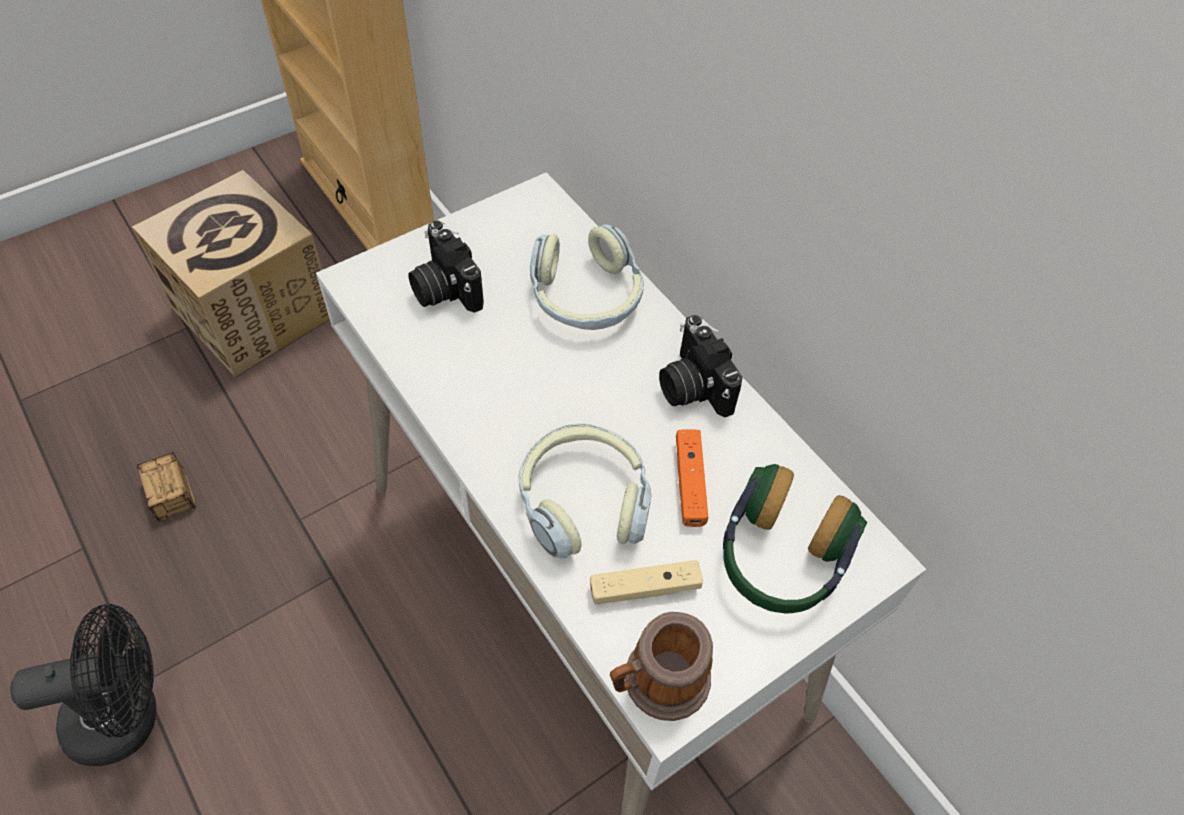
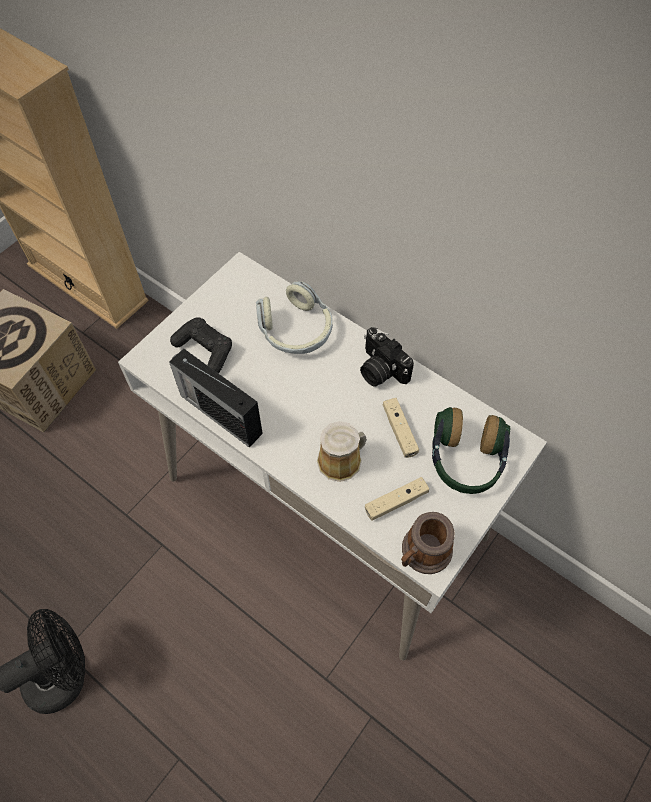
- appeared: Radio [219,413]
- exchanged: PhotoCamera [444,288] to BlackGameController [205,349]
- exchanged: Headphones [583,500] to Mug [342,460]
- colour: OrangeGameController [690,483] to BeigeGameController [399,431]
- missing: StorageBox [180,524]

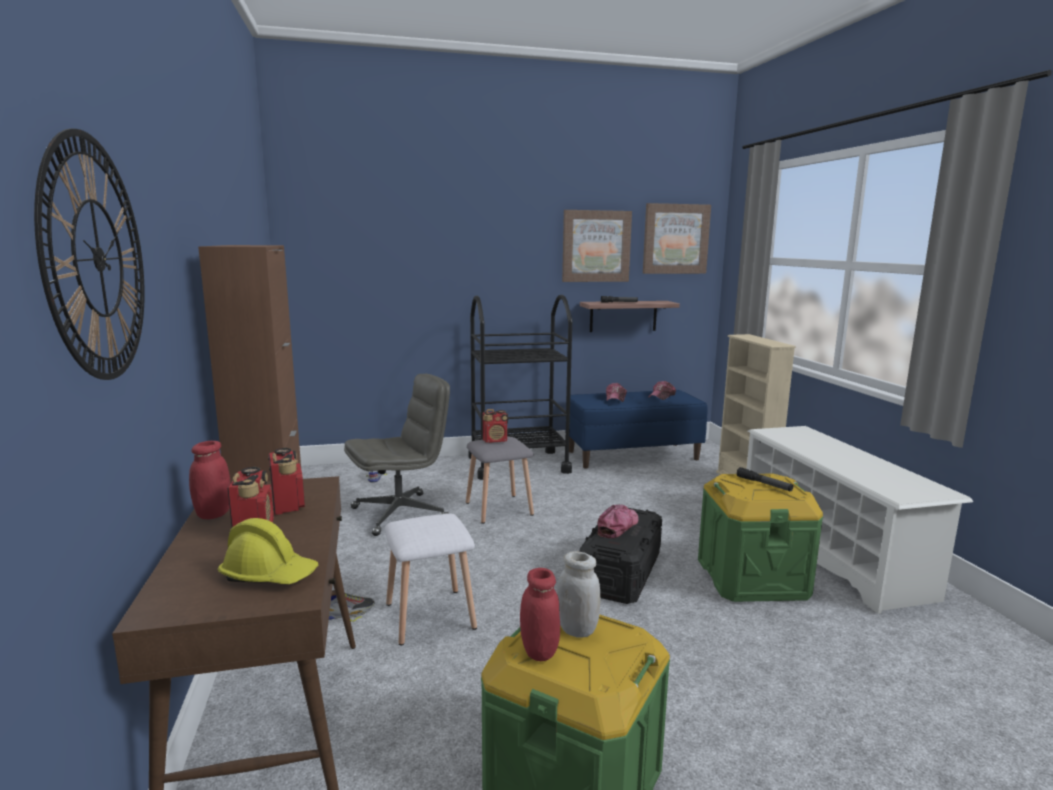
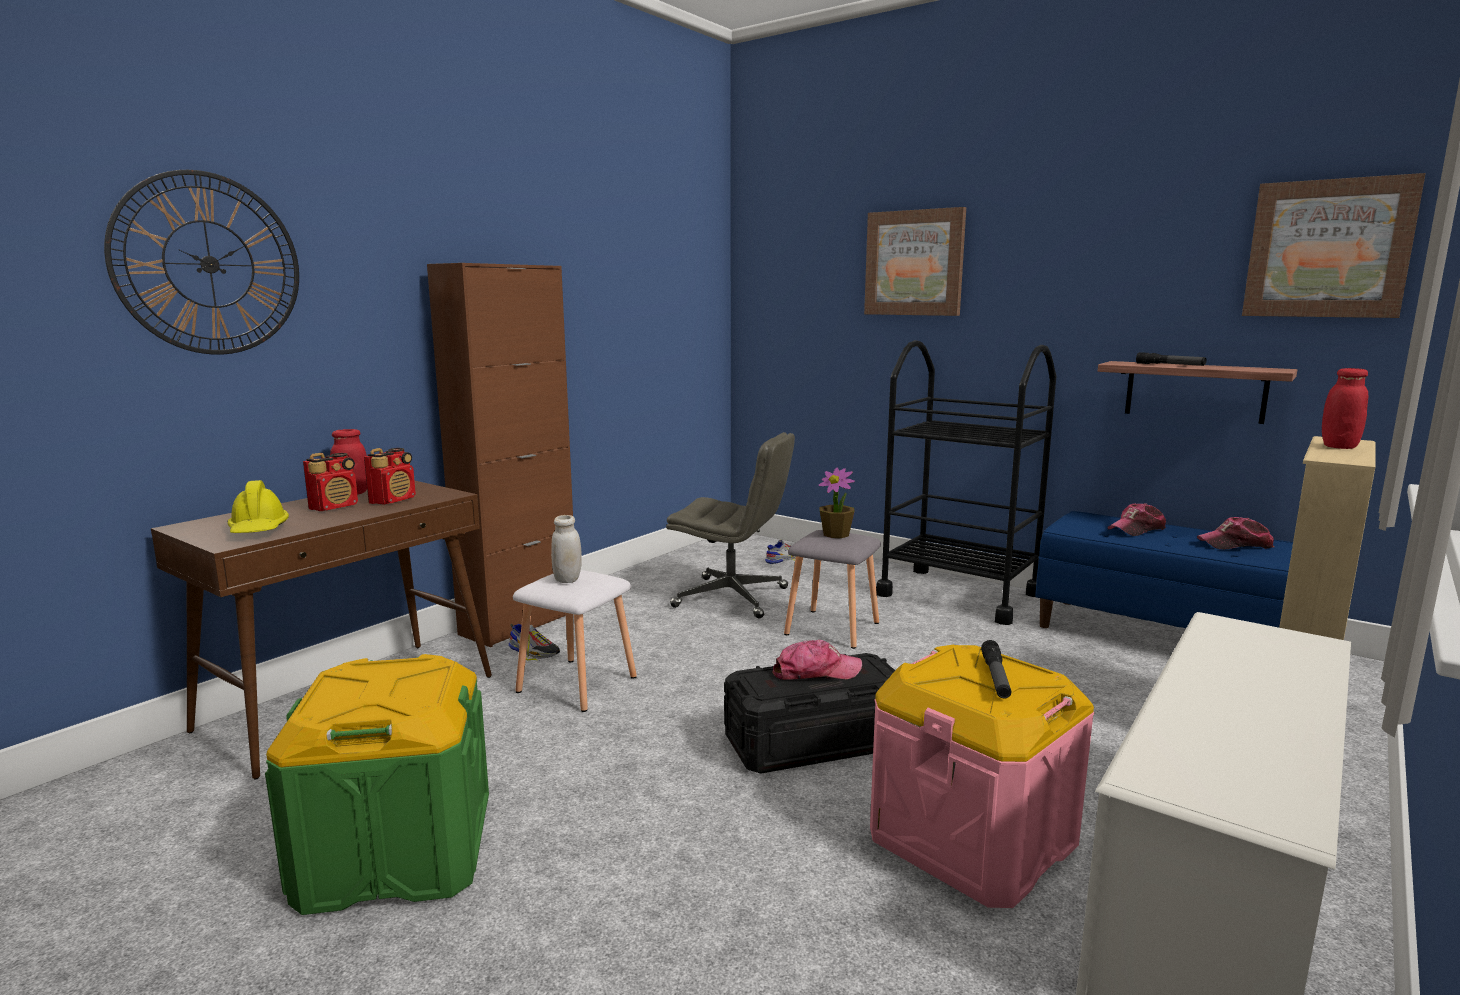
- relocated: WhiteJar [577,630] to [567,579]
- exchanged: Radio [495,440] to PottedPlant [836,534]
- relocated: Picture [596,246] to [914,263]
- colour: GreenStorageBox [751,578] to PinkStorageBox [972,839]
- relocated: RedJar [539,651] to [1339,447]

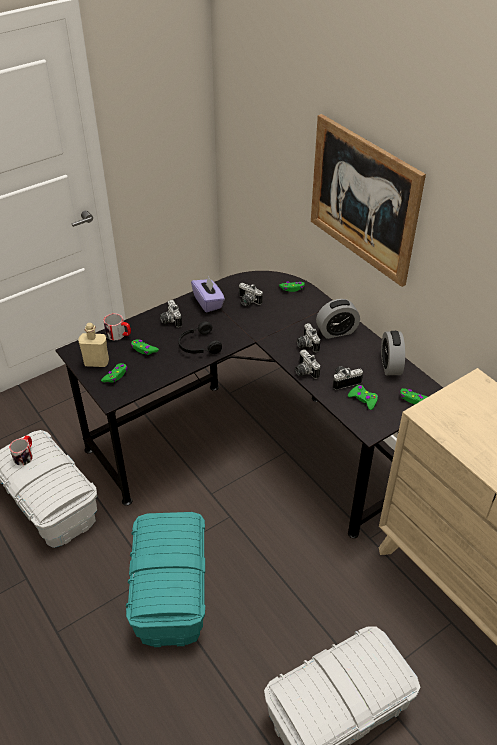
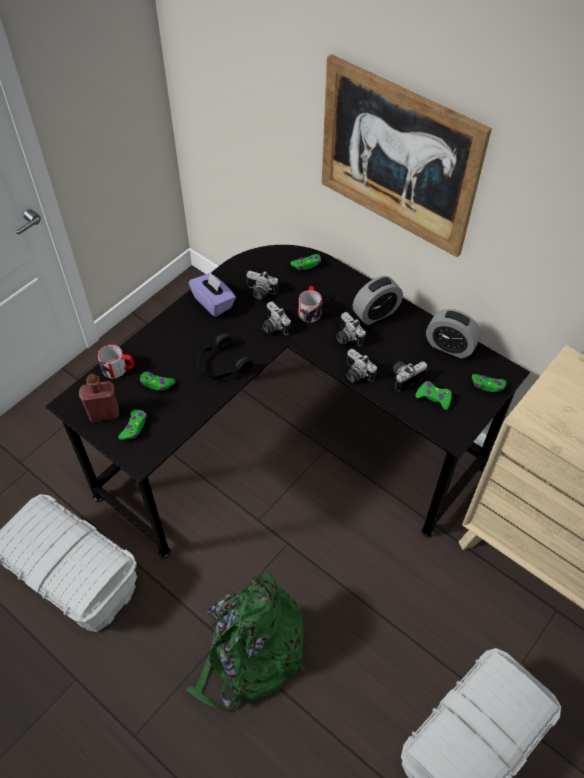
- colour: BeigeBottle [96,362] to RedBottle [104,414]
- exchanged: TurquoiseStorageBox [170,592] to GreenBackpack [249,653]
- relocated: PhotoCamera [170,320] to [273,326]
- relocated: Mug [25,455] to [310,310]
- spun: AlarmClock [390,365] = [449,346] 45 degrees counterclockwise

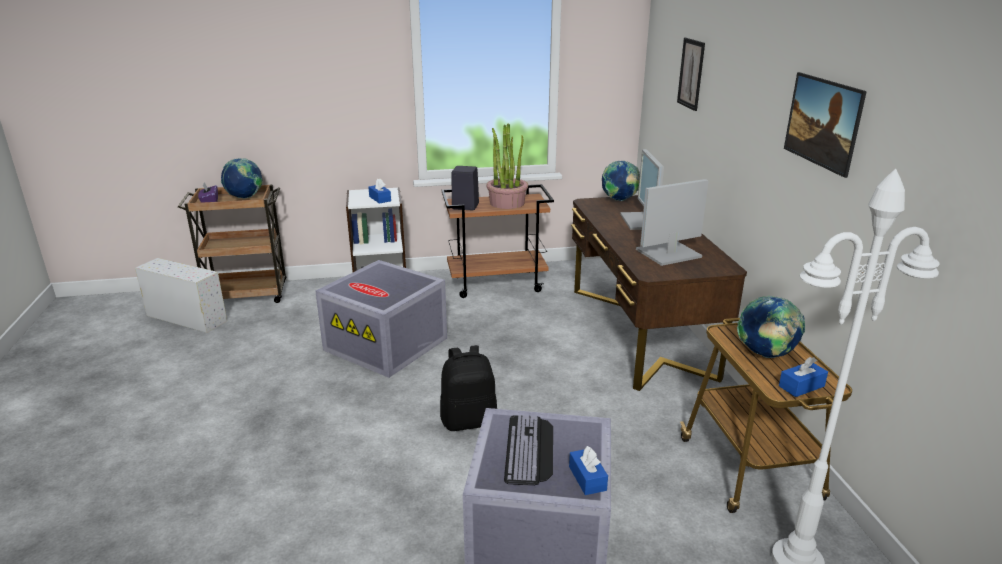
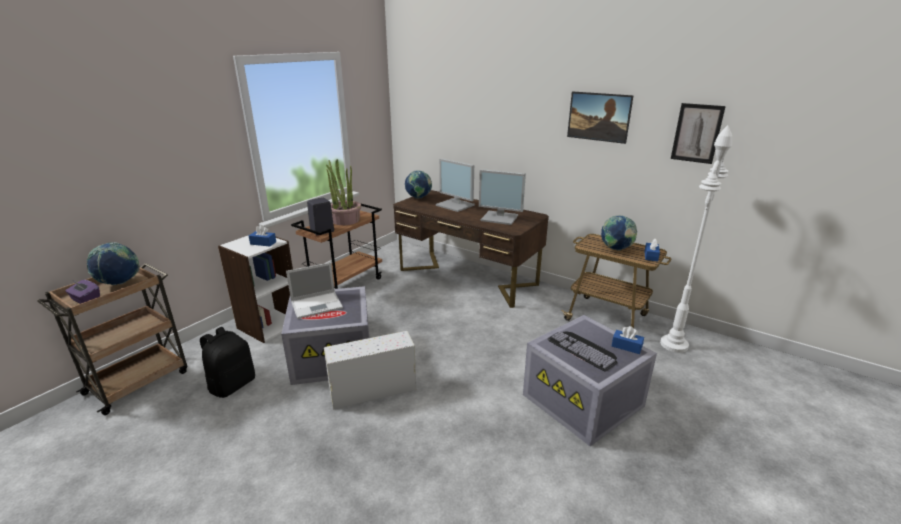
- relocated: BlackBackpack [469,420] to [232,384]
- appeared: Laptop [317,304]
- relocated: WhiteStorageBox [185,318] to [371,391]
- spun: Monitor [668,254] = [500,218] 90 degrees counterclockwise
- relocated: Picture [691,73] to [697,133]

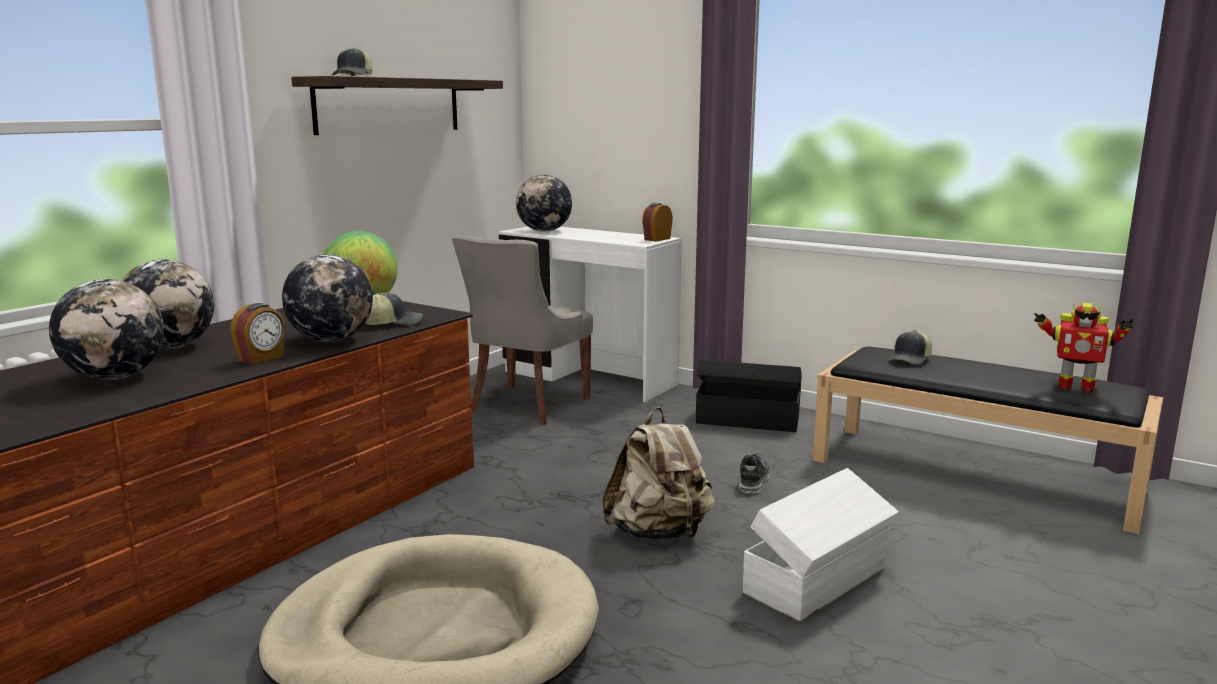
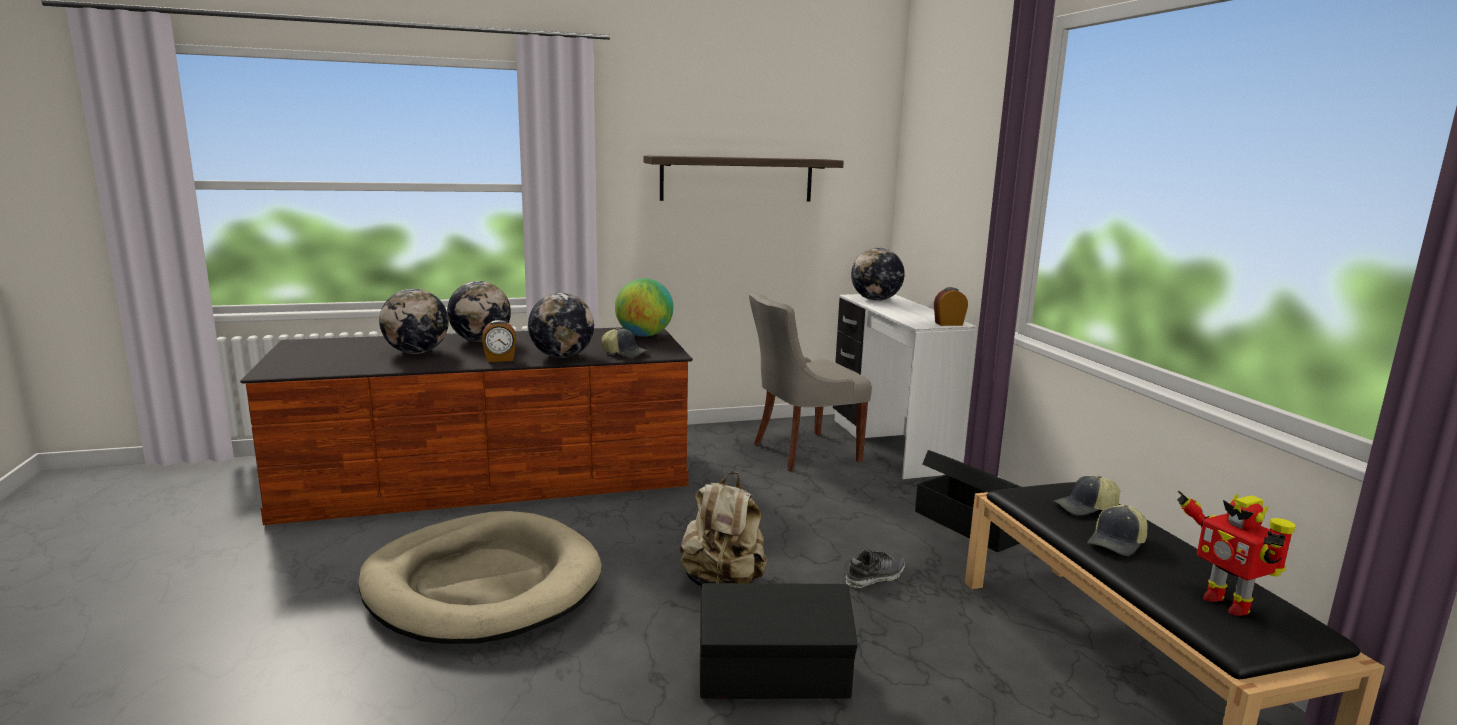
- colour: WhiteStorageBox [818,580] to BlackStorageBox [774,678]
- relocated: Cap [354,76] to [1117,543]

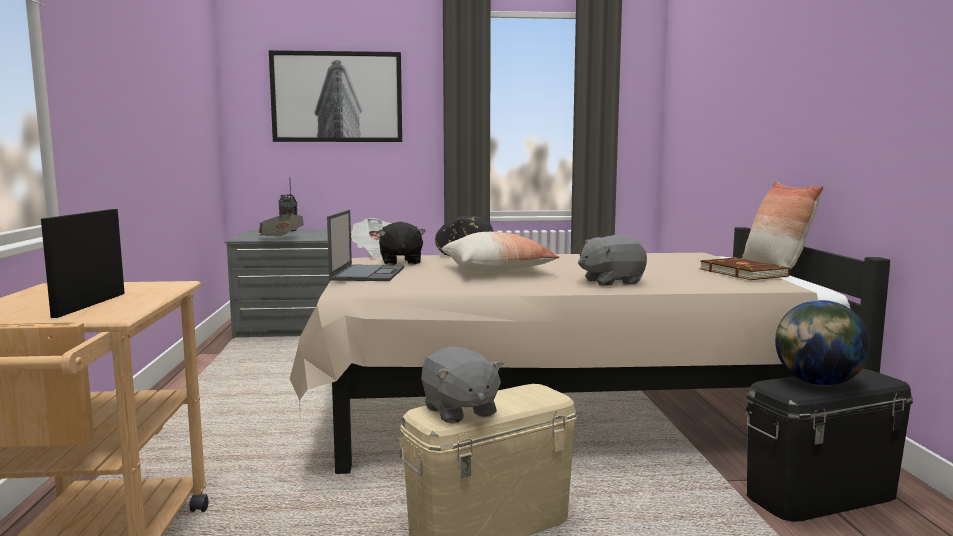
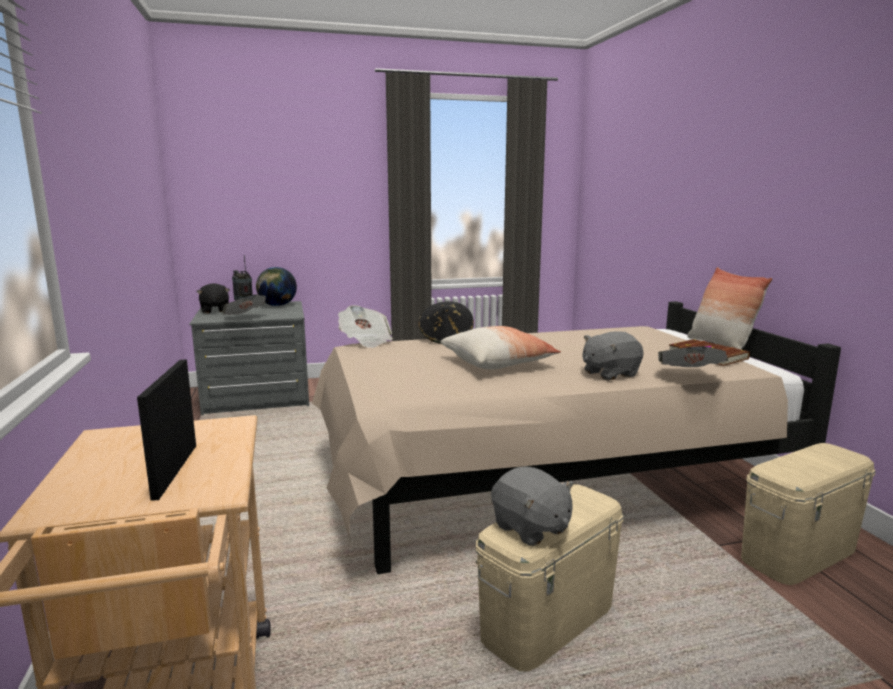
- relocated: BlackPlushToy [400,262] to [214,310]
- relocated: Globe [817,383] to [277,305]
- appeared: Newspaper [689,376]
- colour: BlackStorageBox [820,495] to BeigeStorageBox [798,553]
- missing: Picture [337,97]
- missing: Laptop [368,273]

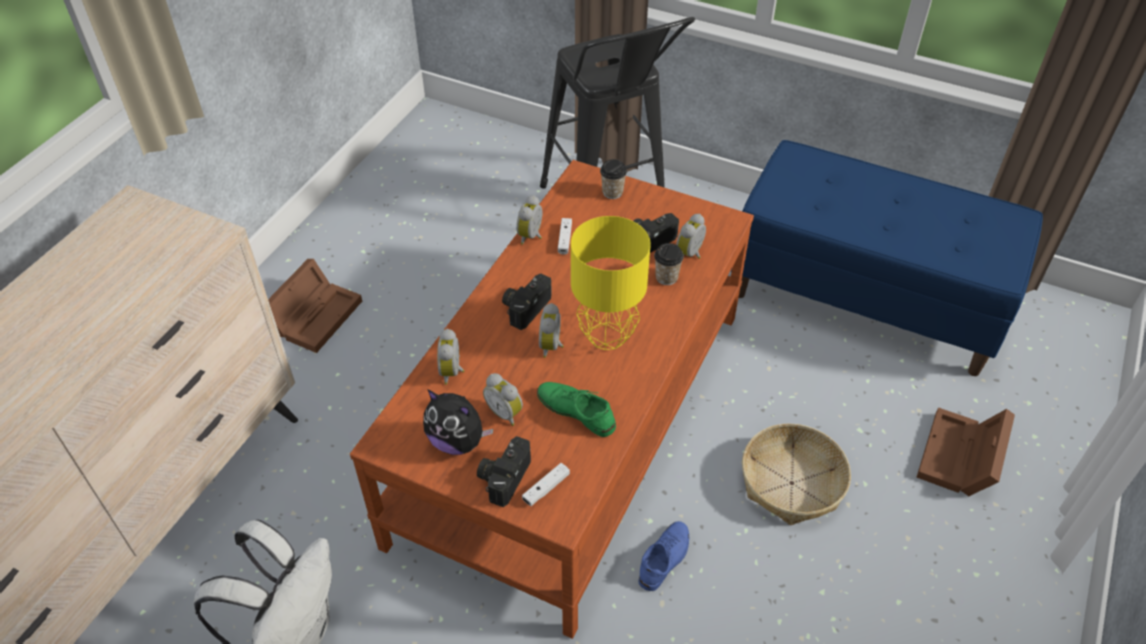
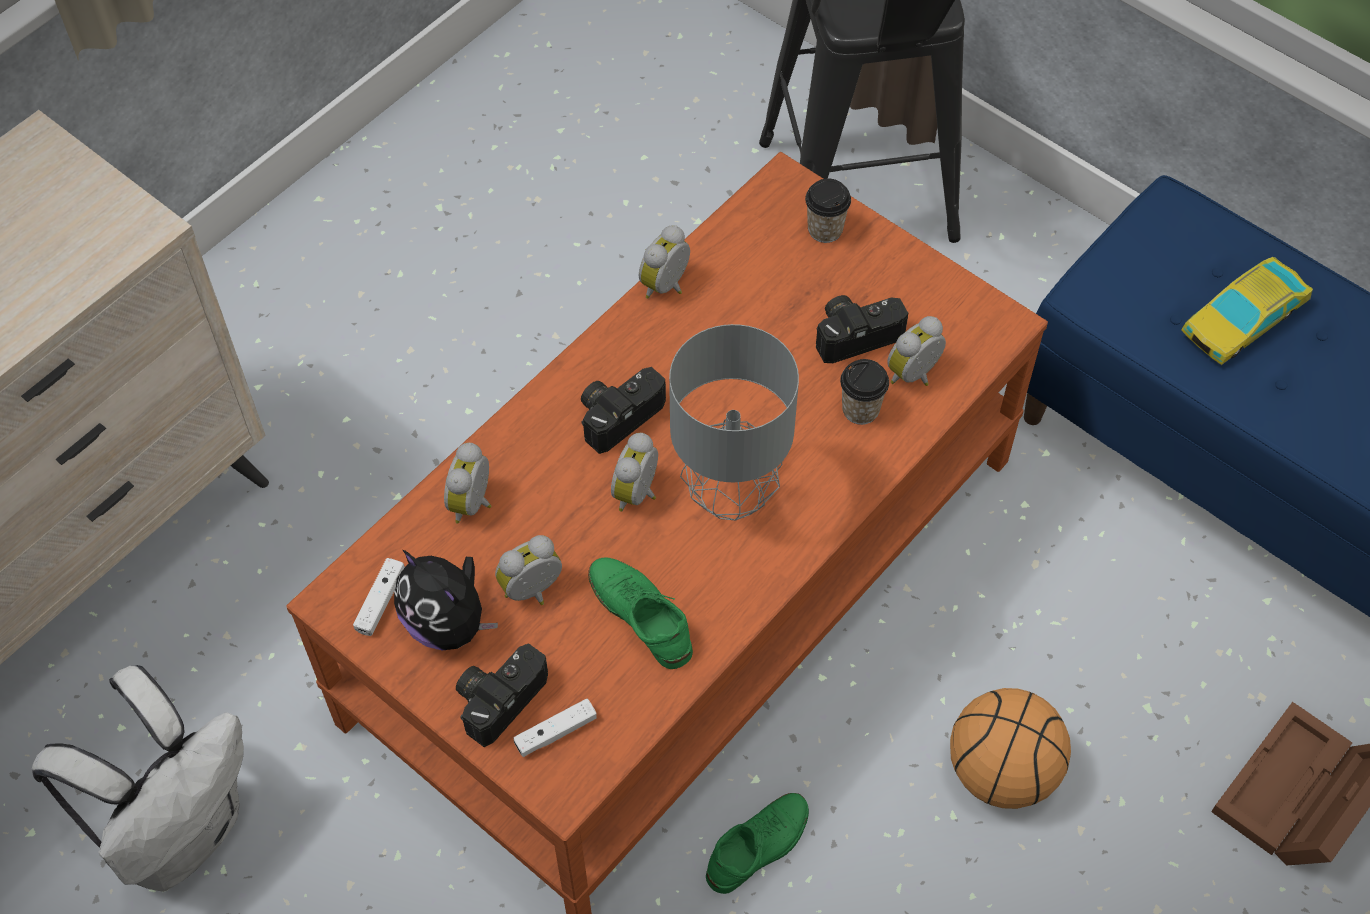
- relocated: WhiteGameController [564,239] to [380,601]
- spun: AlarmClock [506,412] = [533,592] 90 degrees clockwise
- colour: YellowTableLamp [607,335] to GreyTableLamp [730,493]
- colour: BlueShoe [664,558] to GreenShoe [758,846]
- exchanged: Basket [792,483] to Basketball [1002,772]
- appeared: ToyCar [1244,318]
- missing: BrownStorageBox [316,314]

